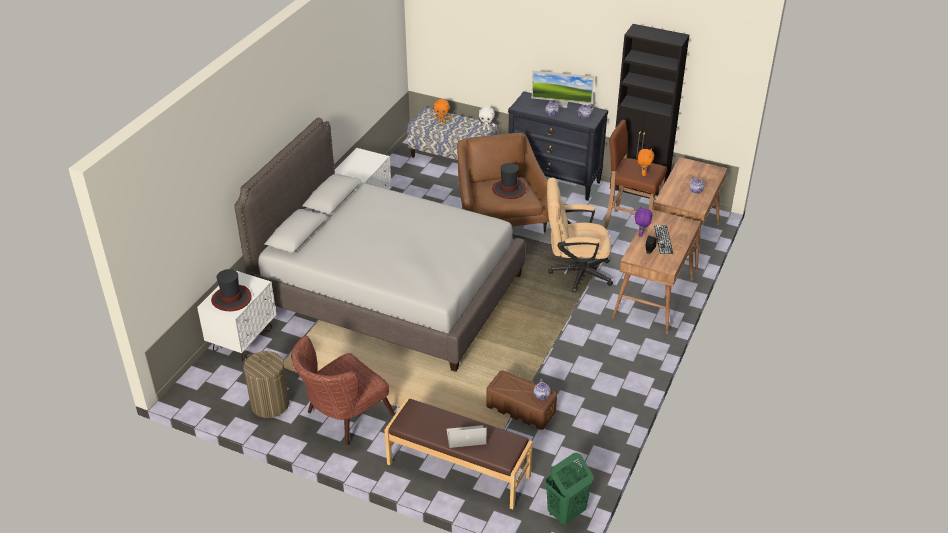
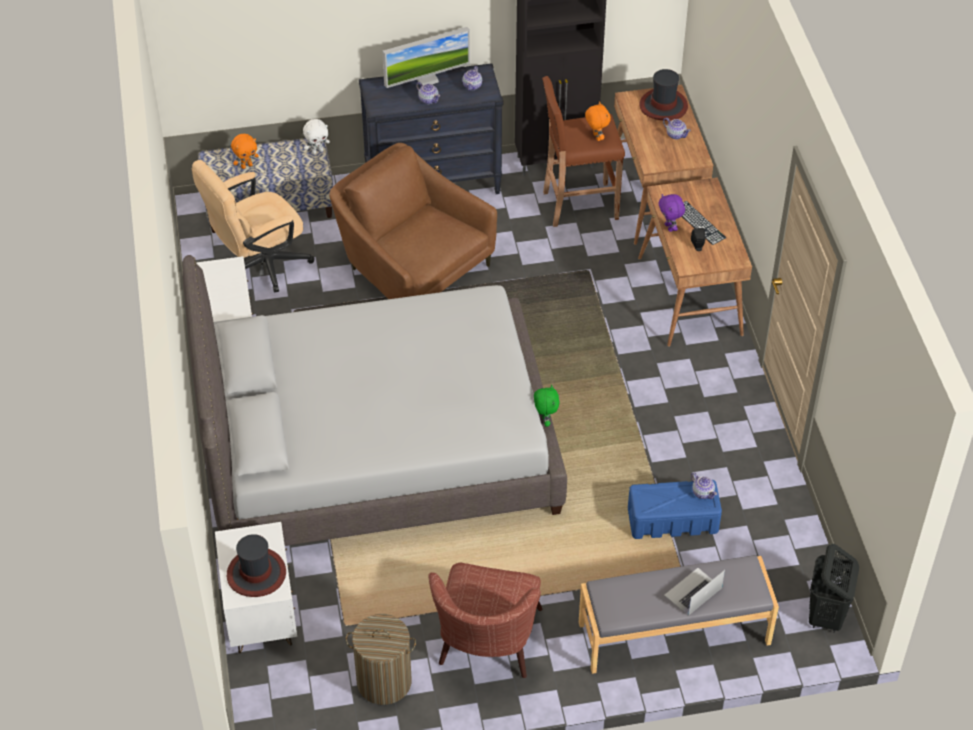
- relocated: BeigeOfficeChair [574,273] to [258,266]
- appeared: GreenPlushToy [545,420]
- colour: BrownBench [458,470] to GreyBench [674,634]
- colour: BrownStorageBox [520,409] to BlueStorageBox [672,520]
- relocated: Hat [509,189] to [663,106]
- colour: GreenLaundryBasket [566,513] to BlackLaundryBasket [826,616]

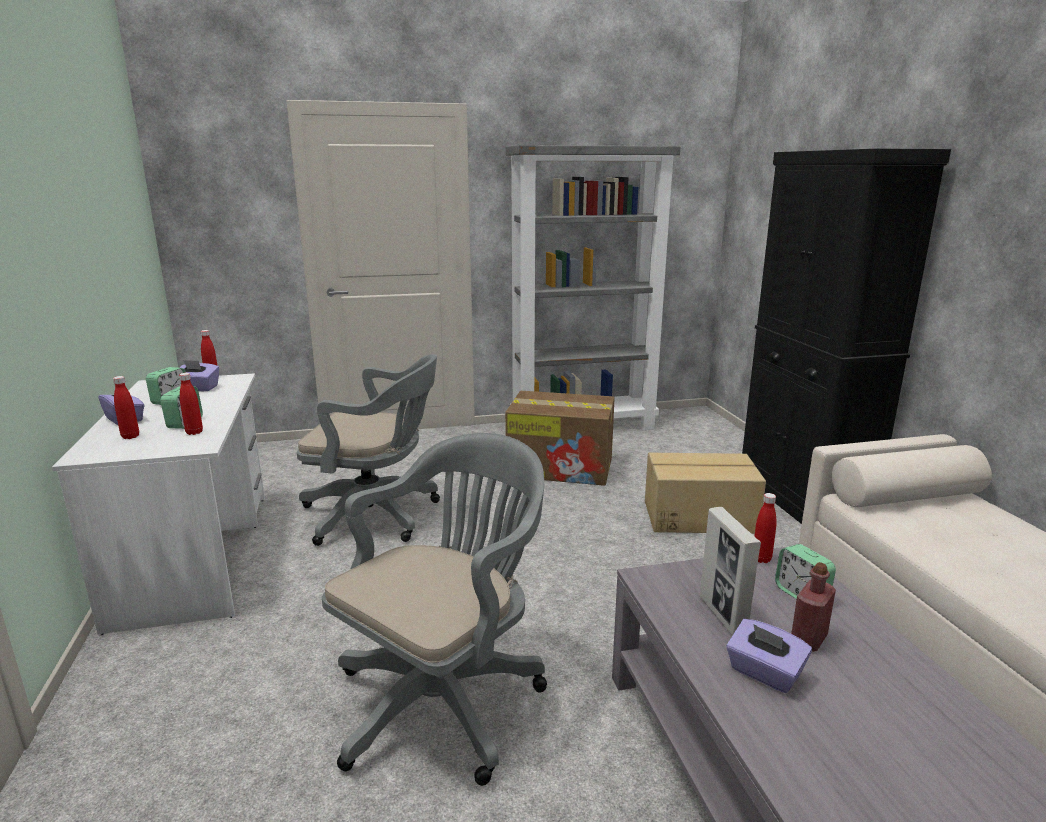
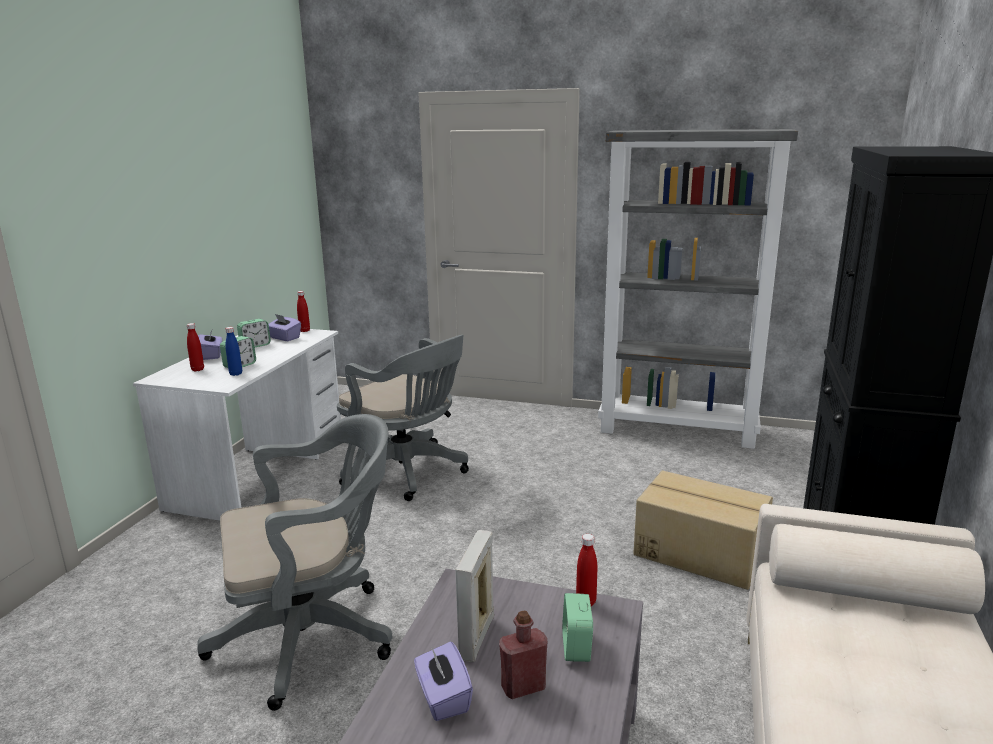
- colour: RedBottle [194,432] to BlueBottle [236,374]
- missing: CardboardBox [562,467]

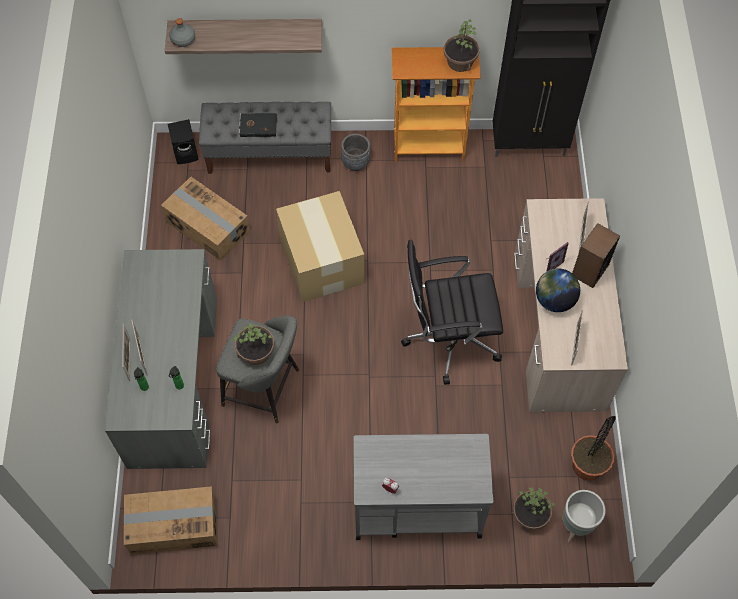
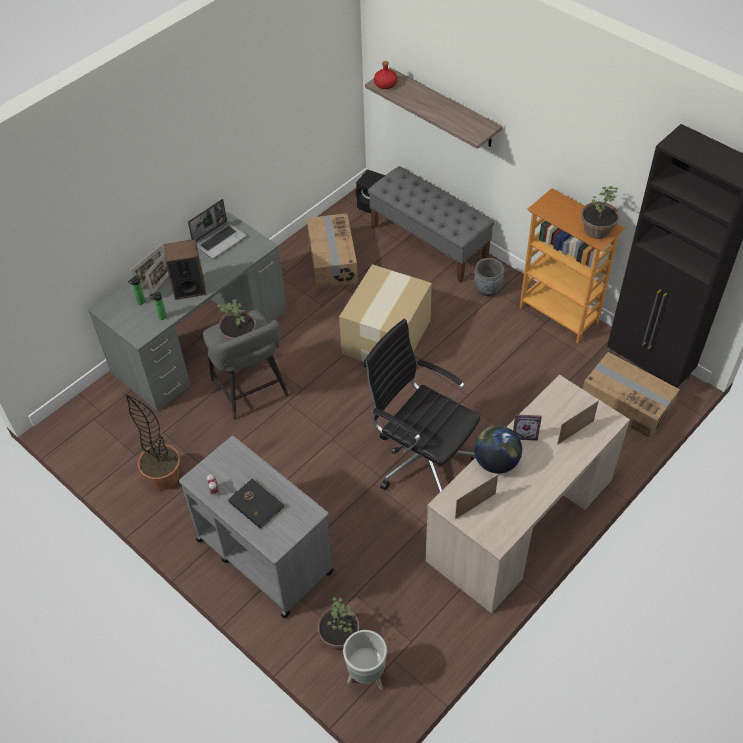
- relocated: PottedPlant [587,465] to [164,477]
- relocated: Speaker [589,270] to [189,288]
- appeared: Laptop [219,240]
- relocated: BlackBook [258,125] to [256,503]
- colour: GreyBottle [183,40] to RedBottle [385,84]
- relocated: CardboardBox [173,525] to [626,404]

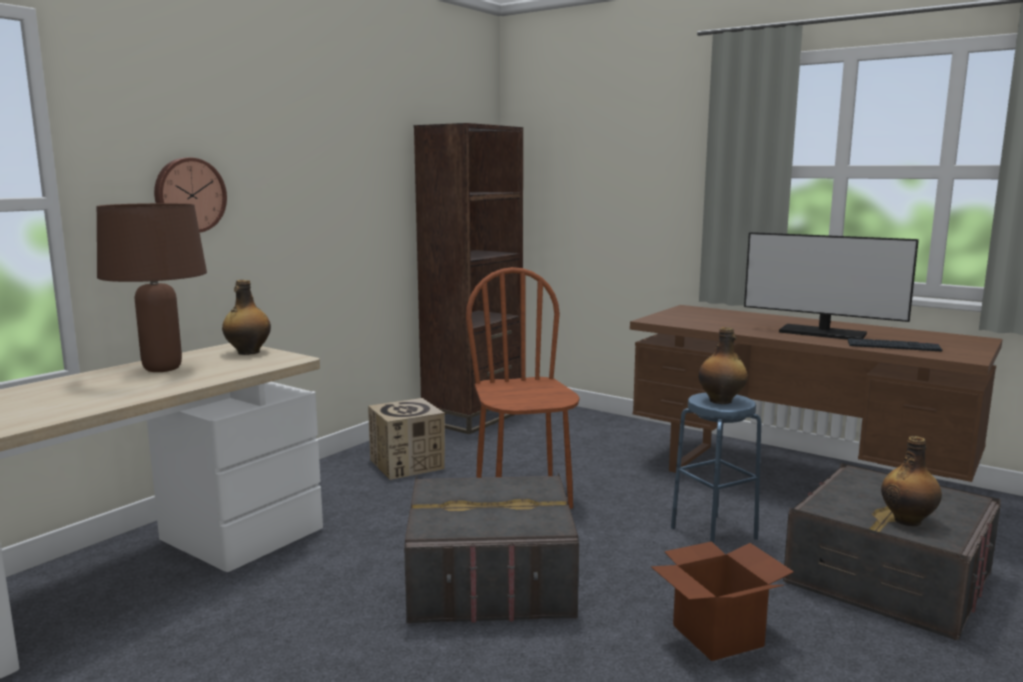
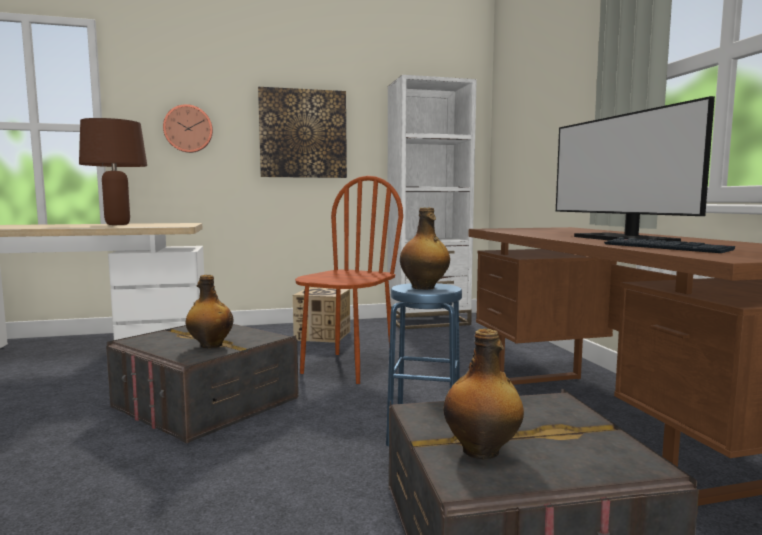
- relocated: Bottle [248,352] to [210,345]
- appeared: Picture [303,134]
- colour: BrownBookcase [473,417] to WhiteBookcase [428,321]
- missing: CardboardBox [718,636]

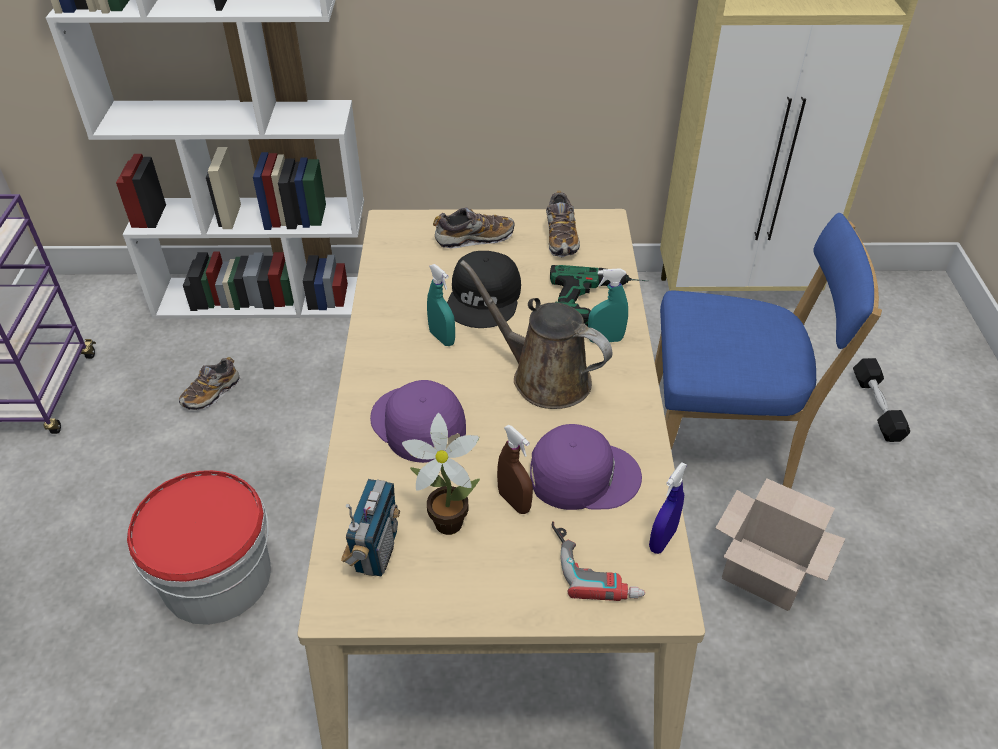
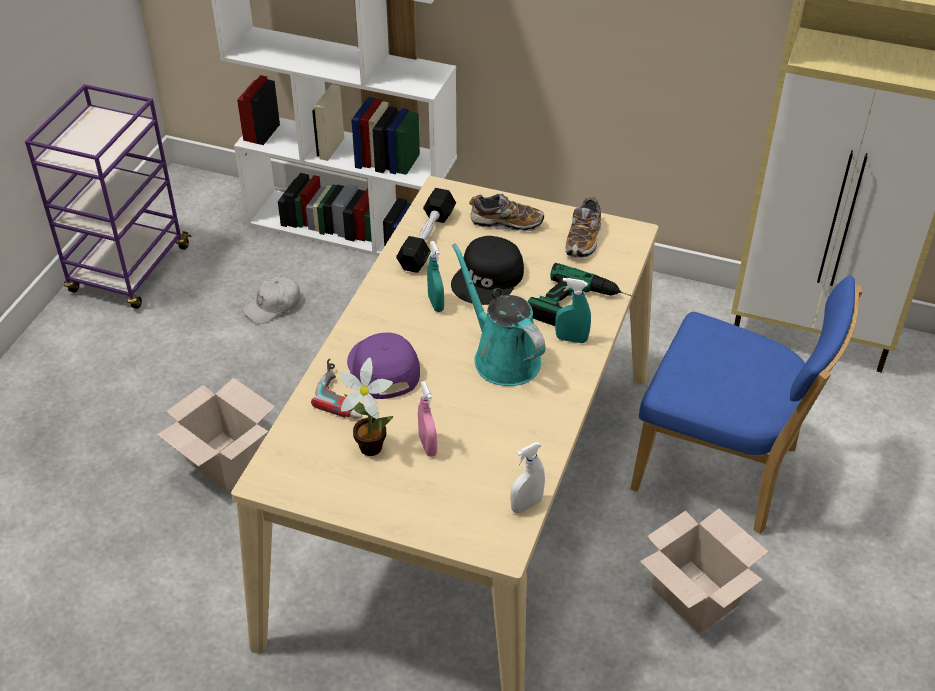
- exchanged: Bucket [216,576] to CardboardBox [223,461]
- exchanged: Shoe [212,393] to WhiteCap [273,306]
- relocated: PowerDrill [596,564] to [344,393]
- relocated: BlackDumbbell [877,407] to [427,240]
- colour: BrownSprayBottle [514,502] to PinkSprayBottle [428,446]
- colour: BrownWateringCan [544,377] to TurquoiseWateringCan [502,357]
- colour: BlueSprayBottle [662,540] to WhiteSprayBottle [526,505]
- missing: Radio [375,552]
- missing: PurpleCap [583,475]

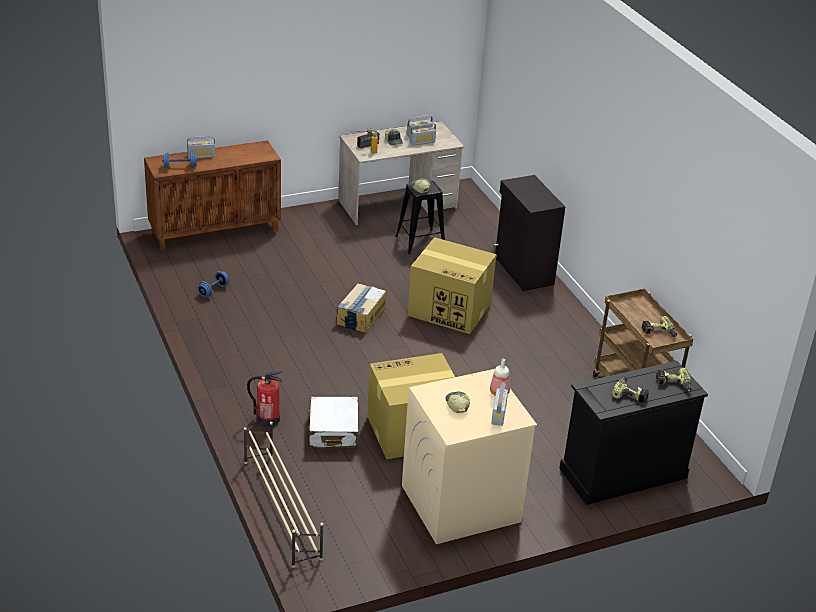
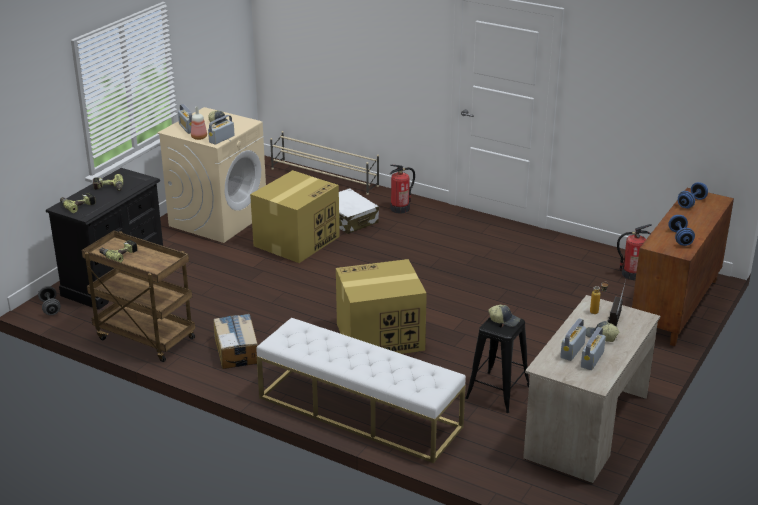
- appeared: GreyDumbbell [50,308]
- relocated: Radio [201,156] to [221,139]
- relocated: CardboardBox [360,316] to [236,350]
- exchanged: BlackCabinet [523,271] to WhiteBench [359,412]
- appeared: FireExtinguisher [631,274]
- relocated: BlueDumbbell [213,290] to [680,238]

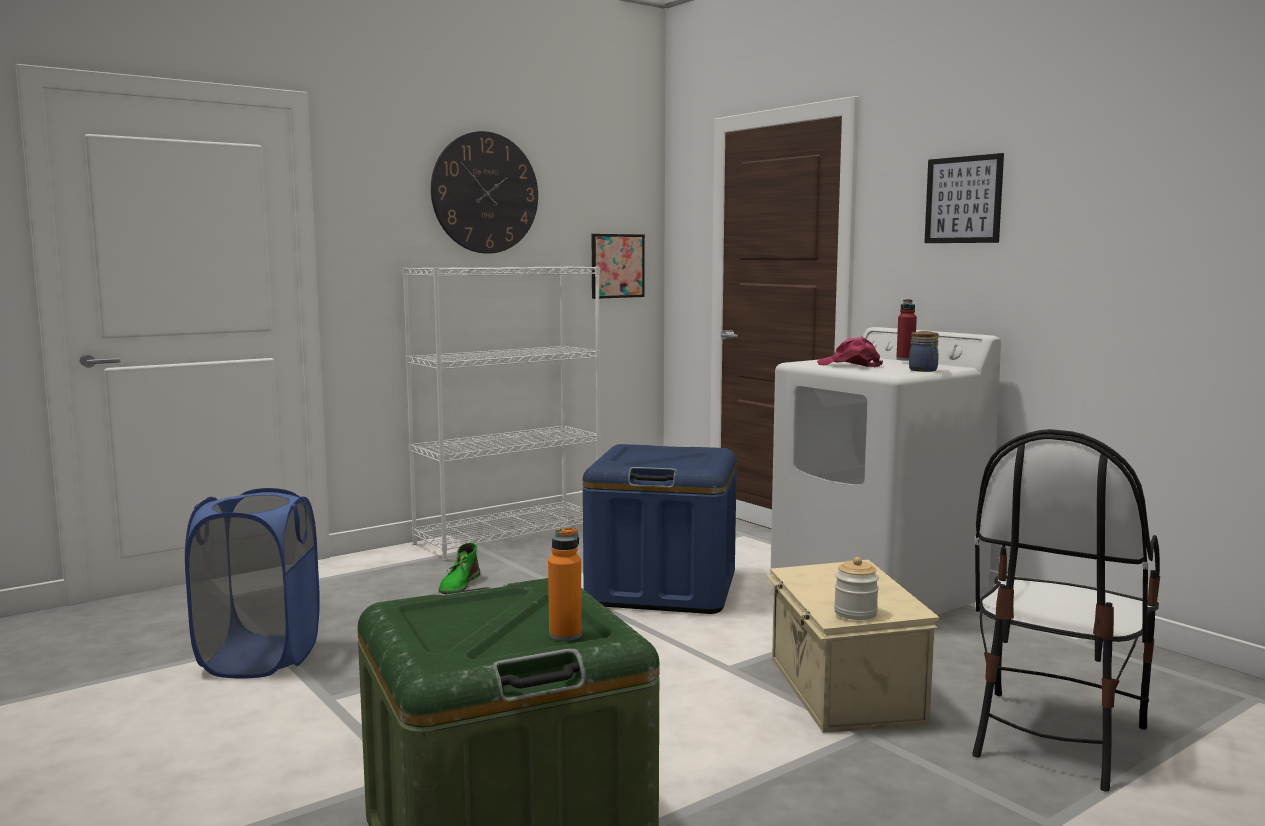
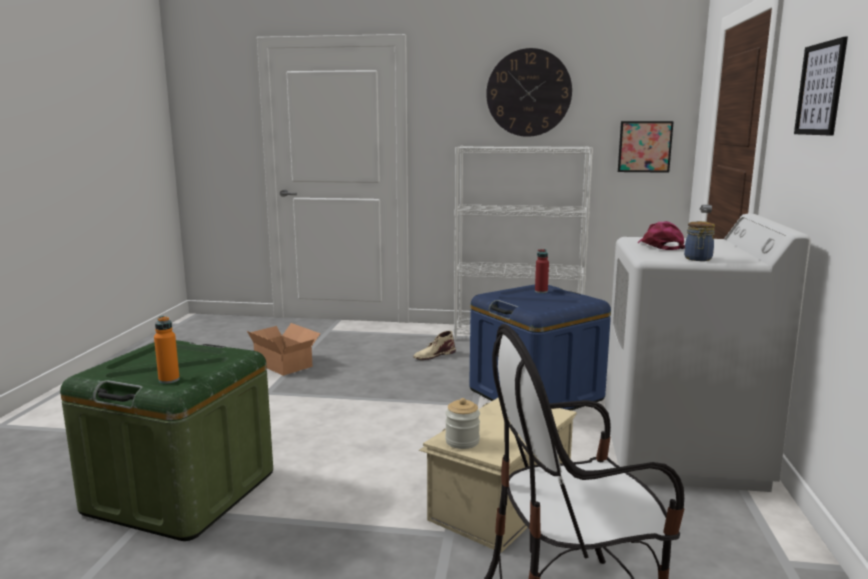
- exchanged: BlueLaundryBasket [260,657] to CardboardBox [284,363]
- colour: GreenBoot [459,584] to BeigeBoot [434,355]
- relocated: RedBottle [905,359] to [541,291]

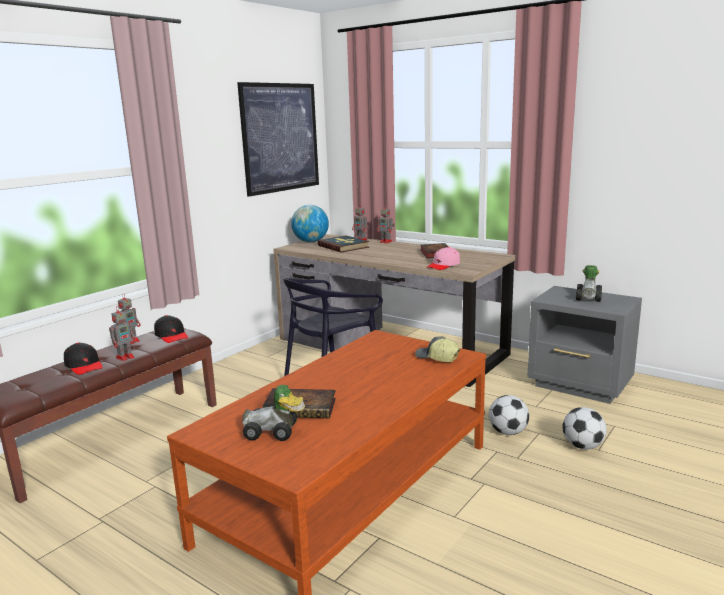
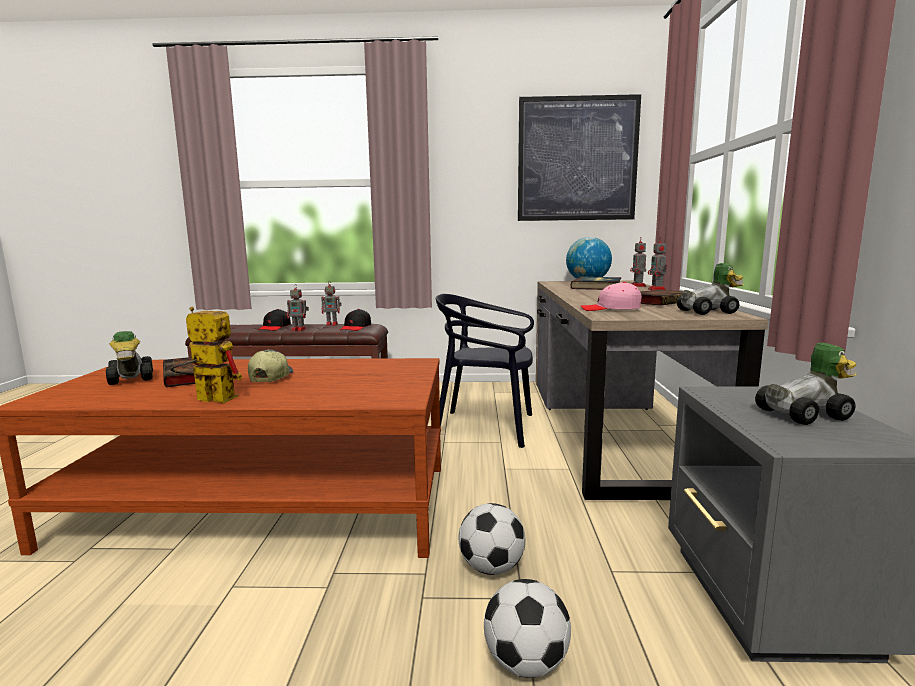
- appeared: ToyRobot [208,399]
- relocated: Cap [436,358] to [270,377]
- appeared: ToyCar [710,312]

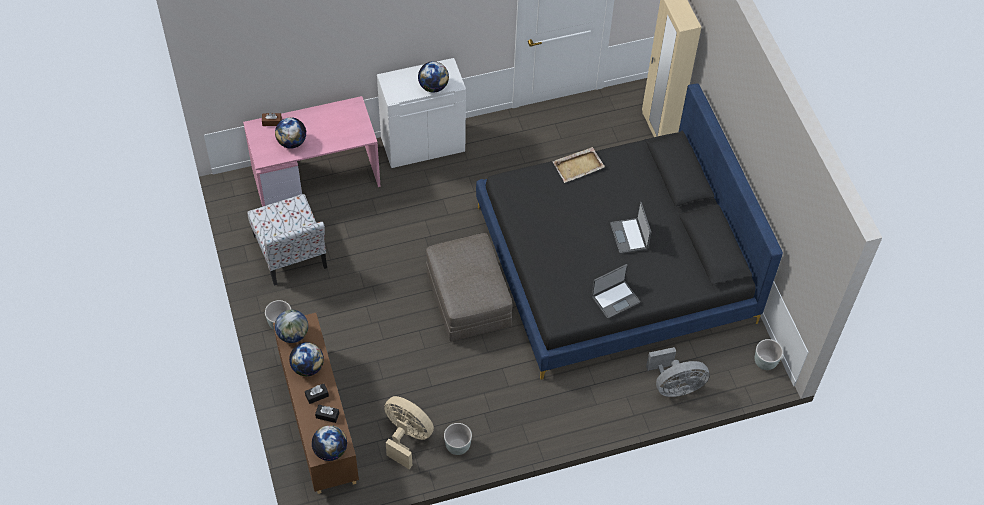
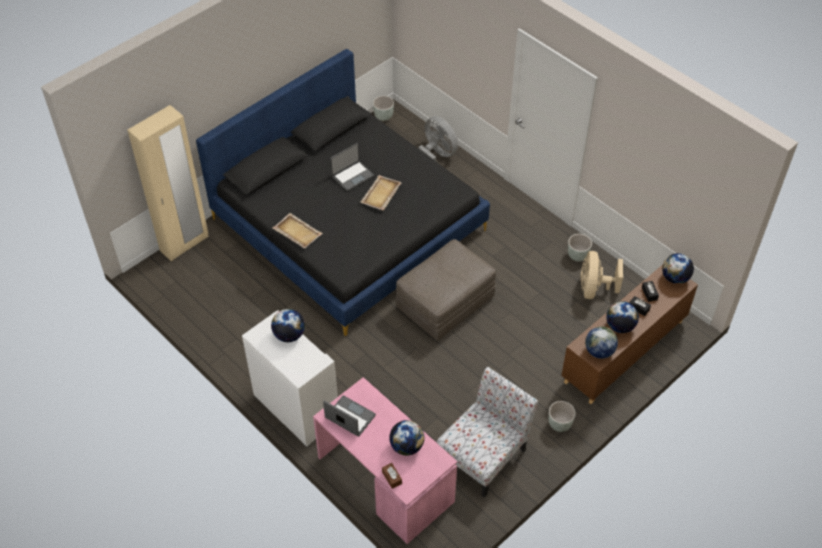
- relocated: Laptop [615,299] to [349,417]
- appeared: BeigeTray [380,194]

